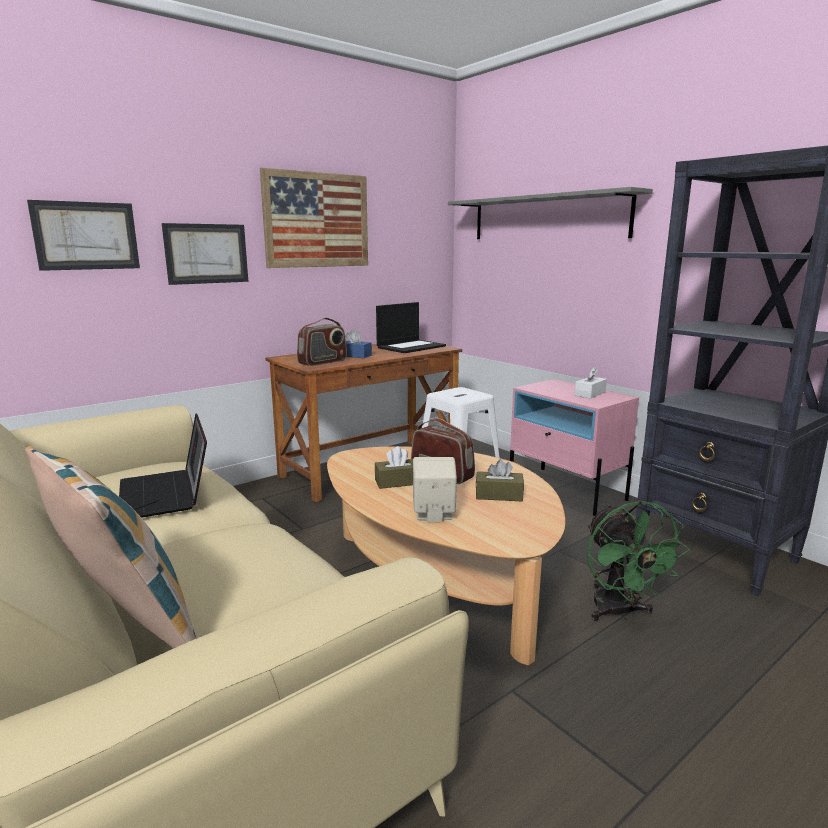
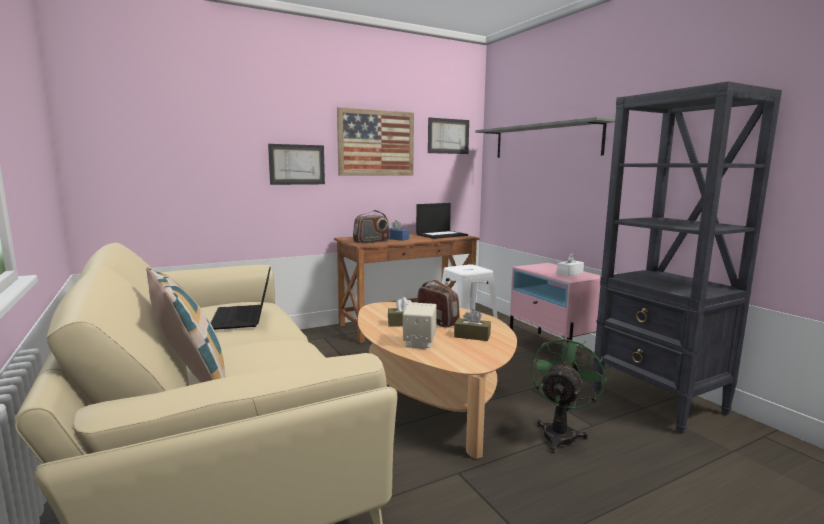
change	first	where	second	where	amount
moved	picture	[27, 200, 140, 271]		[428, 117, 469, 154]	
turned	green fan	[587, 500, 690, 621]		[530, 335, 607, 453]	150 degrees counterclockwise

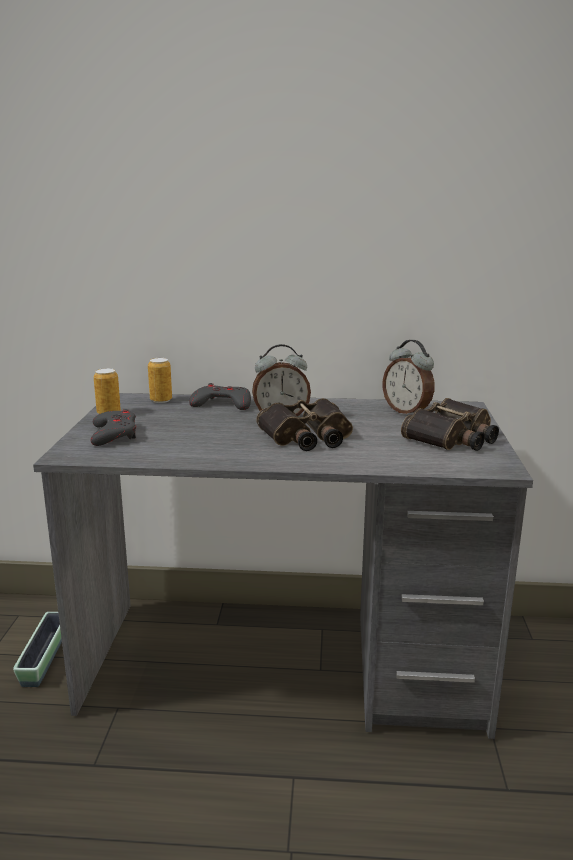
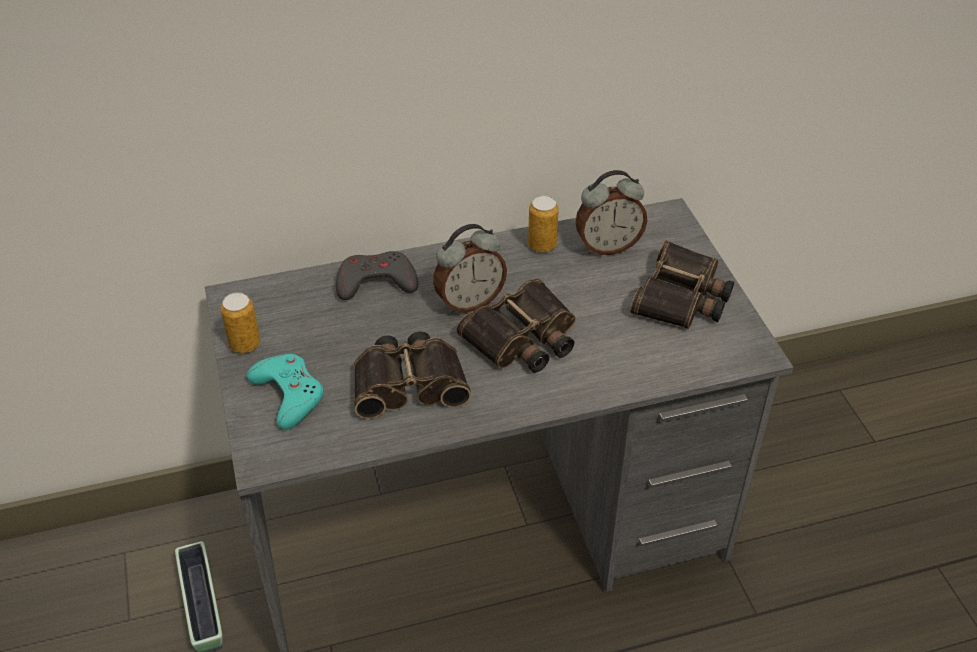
change	first	where	second	where	amount
added			binoculars	[354, 331, 471, 419]	
moved	can	[148, 358, 172, 403]		[528, 195, 559, 252]	
recoloured	grey game controller	[90, 409, 136, 446]	turquoise game controller	[247, 354, 323, 430]	
turned	alarm clock	[383, 340, 435, 414]		[575, 170, 647, 255]	45 degrees counterclockwise

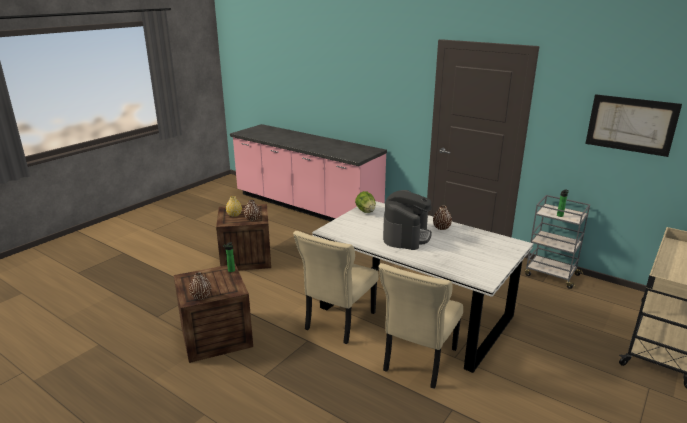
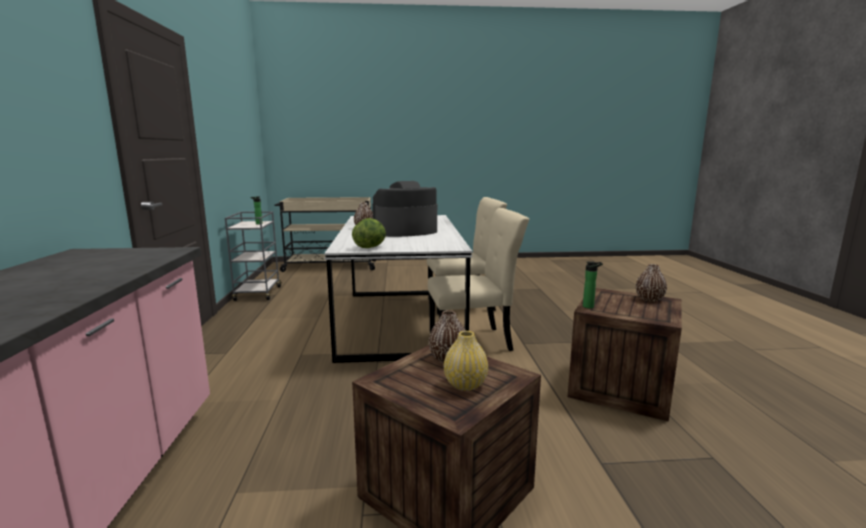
change	first	where	second	where	amount
removed	picture	[585, 94, 682, 157]			

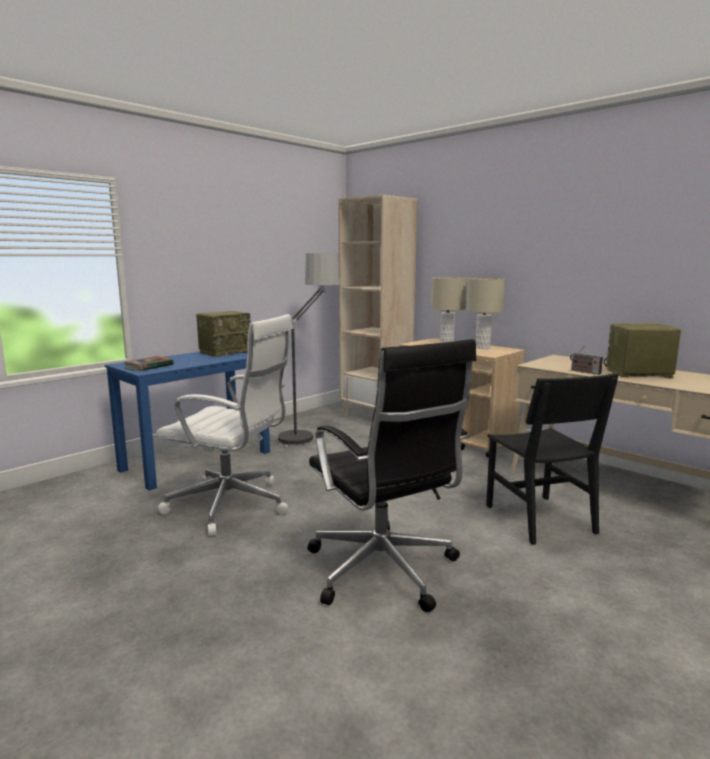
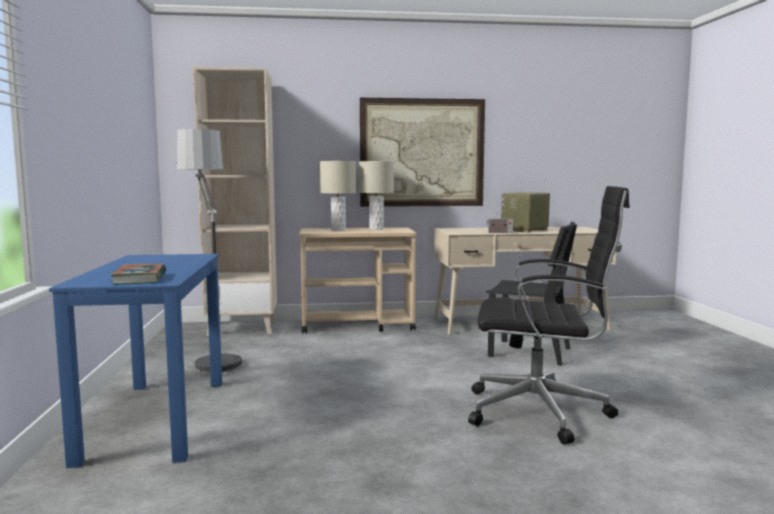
change	first	where	second	where	amount
removed	white office chair	[156, 314, 292, 536]			
removed	radio	[196, 311, 251, 357]			
added			picture	[360, 98, 485, 207]	

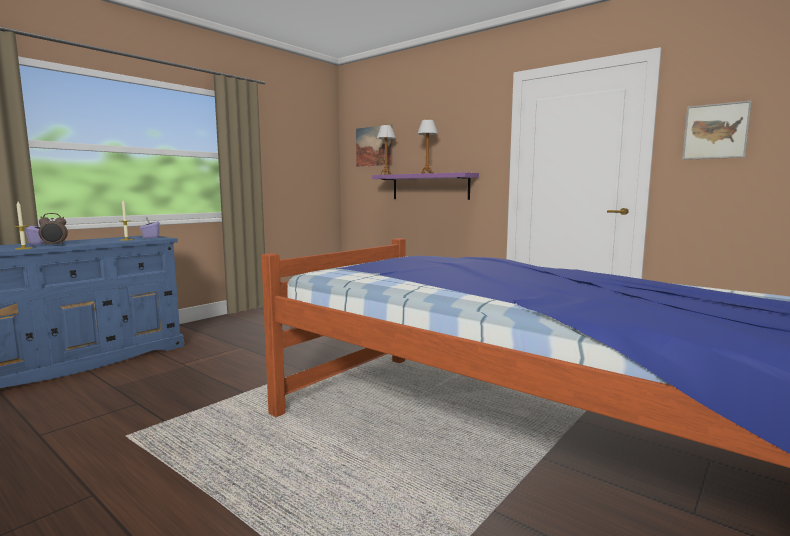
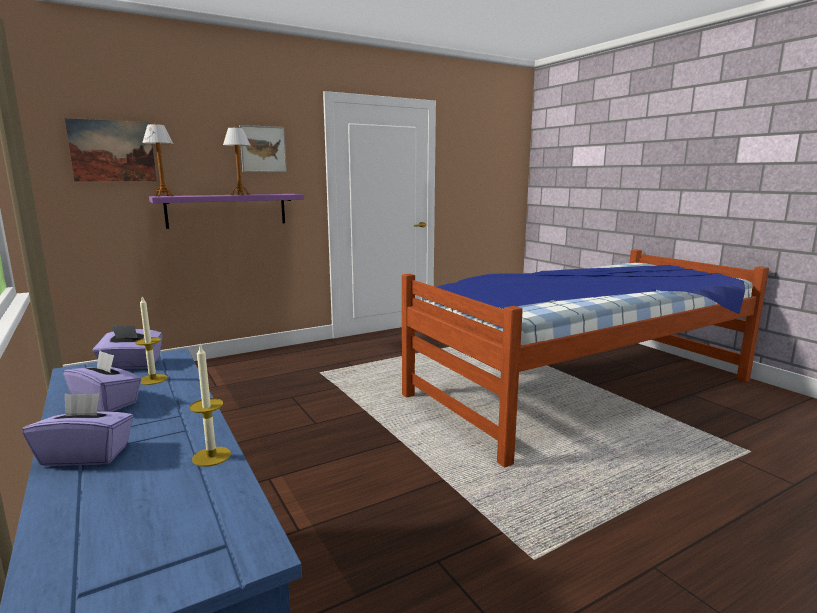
change	first	where	second	where	amount
removed	alarm clock	[39, 213, 68, 246]			
added			purple tissue box	[63, 351, 142, 412]	
moved	picture	[682, 100, 752, 160]		[239, 125, 287, 172]	

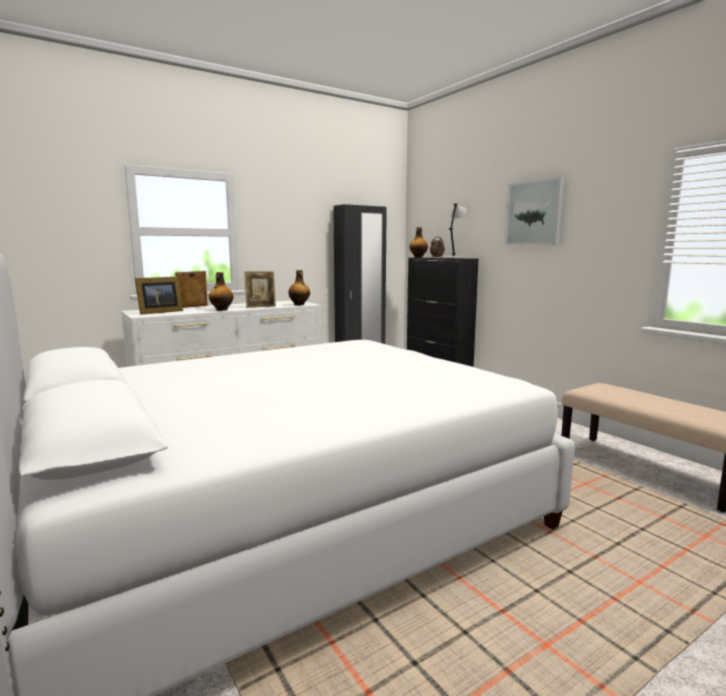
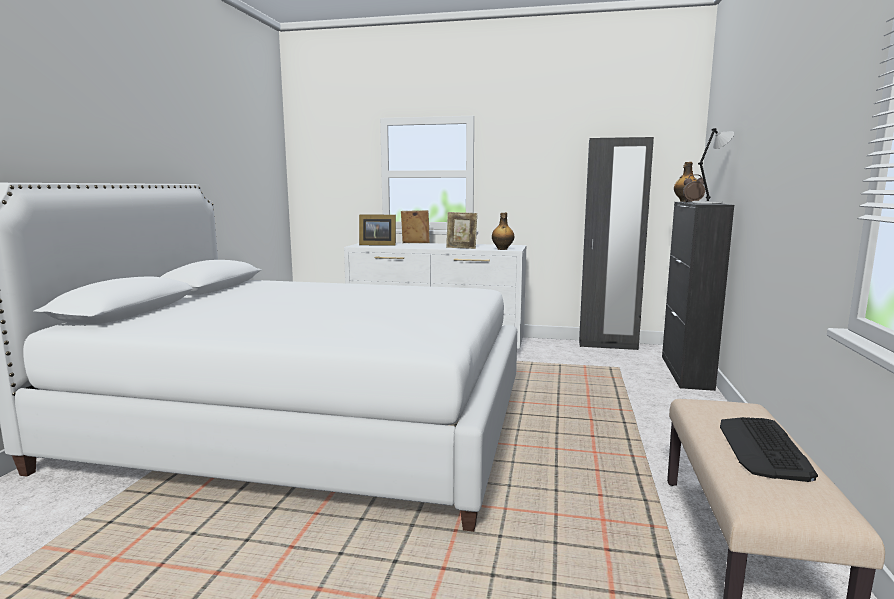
change	first	where	second	where	amount
removed	bottle	[209, 272, 233, 311]			
removed	picture	[505, 177, 564, 245]			
added			keyboard	[720, 417, 818, 482]	

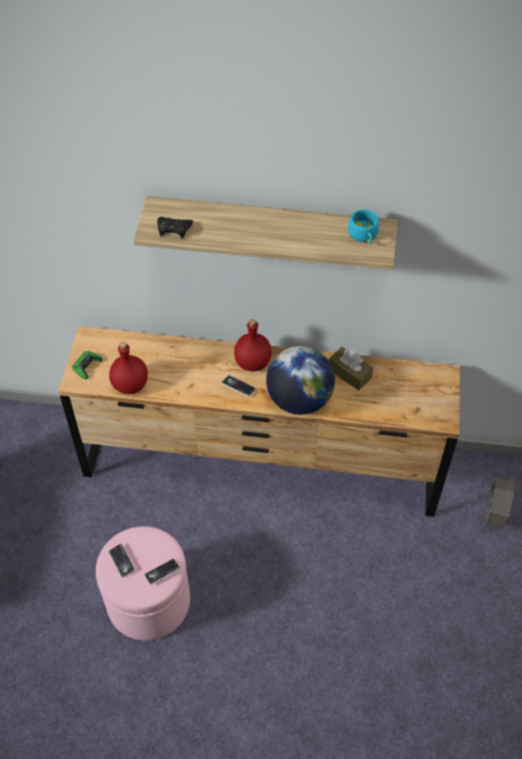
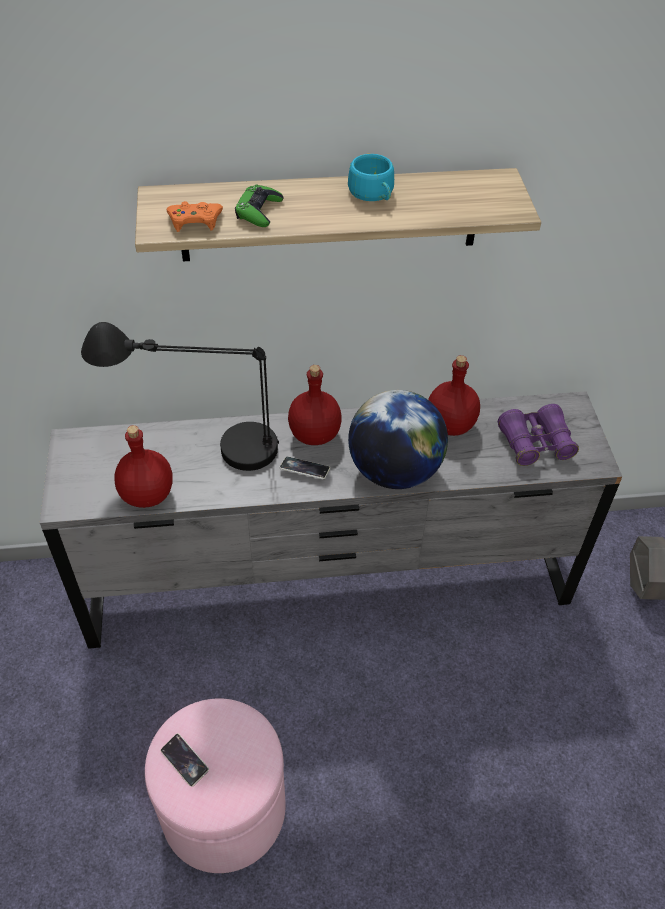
change	first	where	second	where	amount
removed	phone	[144, 559, 180, 585]			
added			black table lamp	[81, 322, 279, 471]	
added			purple binoculars	[498, 404, 579, 466]	
moved	green game controller	[72, 351, 103, 379]		[235, 185, 284, 227]	
moved	turquoise cup	[348, 209, 379, 244]		[348, 154, 394, 201]	
replaced	brown tissue box	[329, 347, 373, 390]	red bottle	[428, 355, 480, 436]	
recoloured	brown dresser	[59, 326, 460, 517]	grey dresser	[40, 391, 622, 649]	
recoloured	black game controller	[157, 217, 193, 239]	orange game controller	[167, 201, 223, 232]	

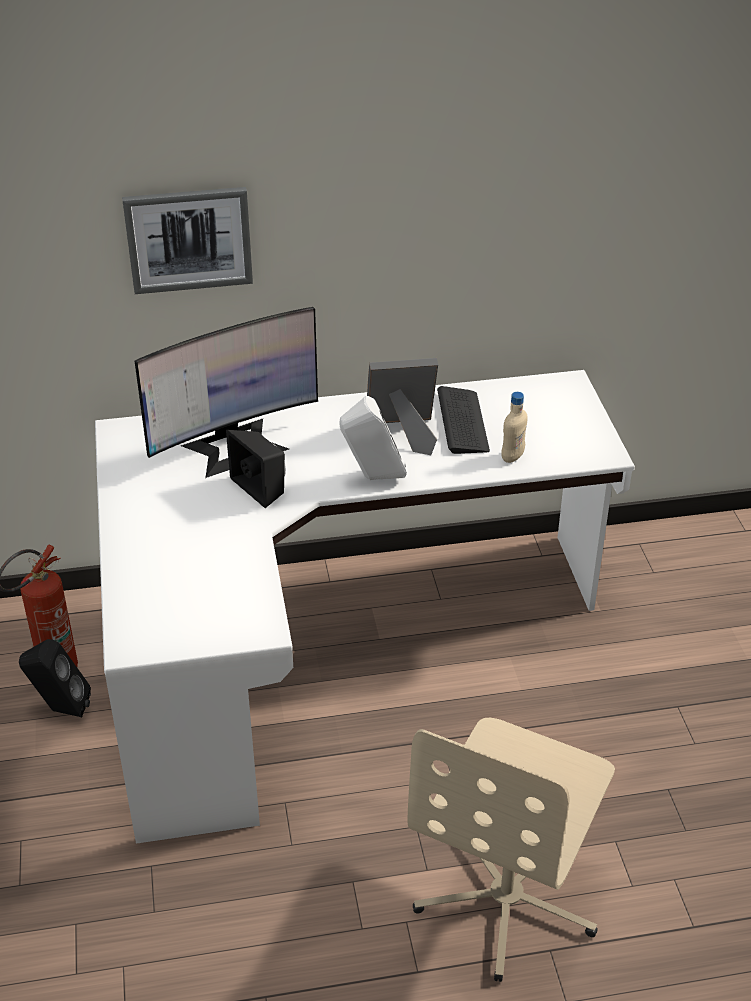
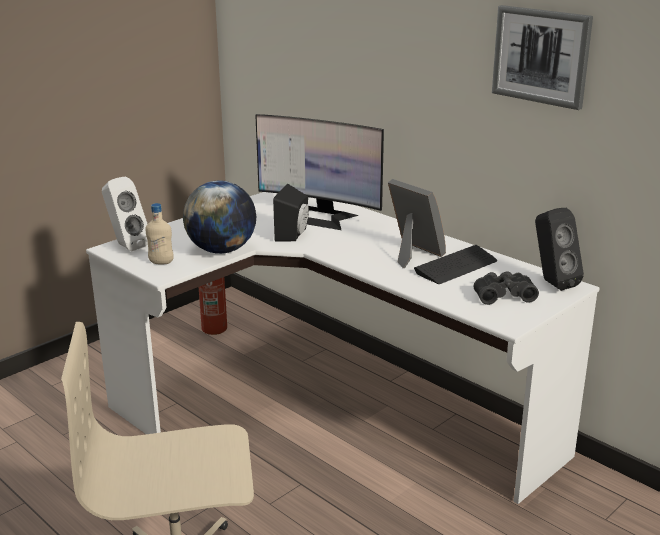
change	first	where	second	where	amount
added			globe	[183, 181, 256, 254]	
added			black binoculars	[474, 271, 539, 305]	
moved	black speaker	[19, 639, 91, 717]		[535, 208, 584, 291]	
moved	picture	[122, 187, 253, 294]		[492, 5, 593, 110]	
moved	white speaker	[339, 396, 407, 480]		[102, 176, 148, 251]	
moved	beige bottle	[501, 392, 528, 463]		[145, 203, 174, 264]	

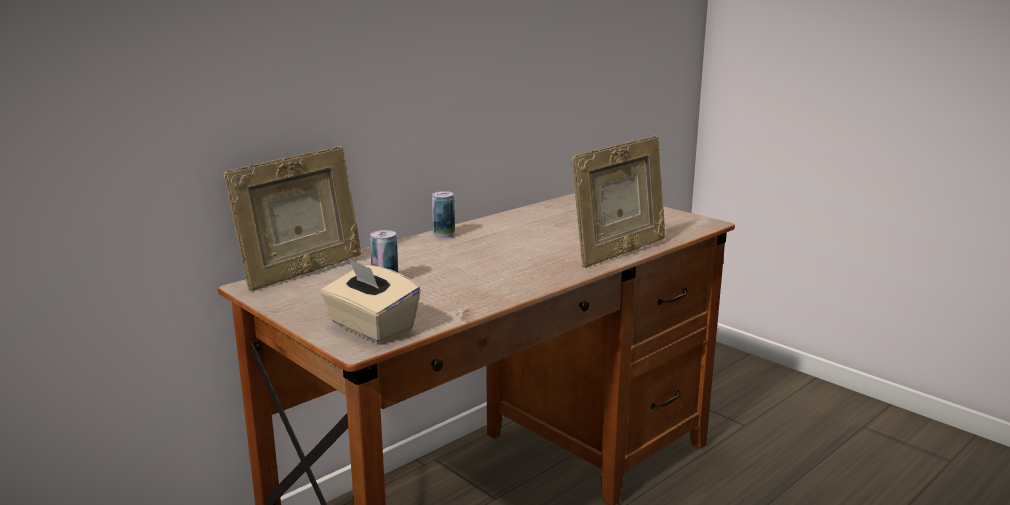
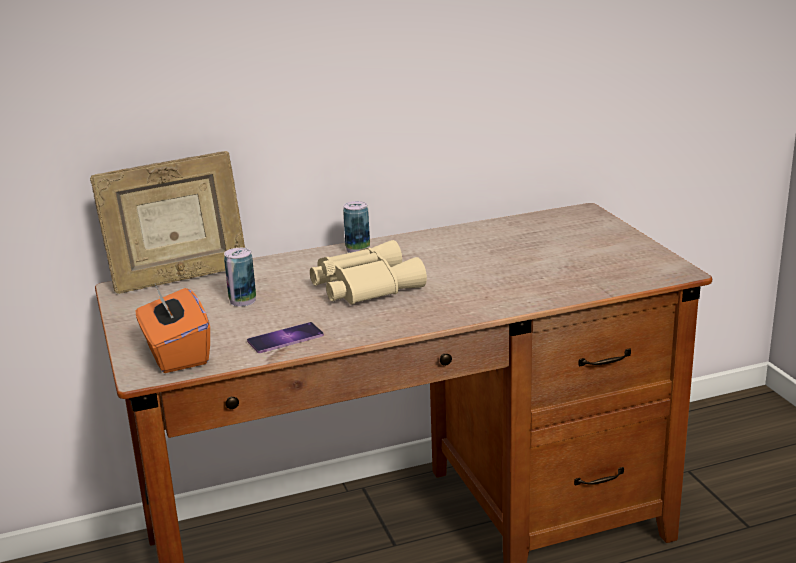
change	first	where	second	where	amount
removed	picture frame	[572, 135, 665, 268]			
added			phone	[247, 322, 324, 353]	
added			beige binoculars	[310, 240, 427, 305]	
recoloured	beige tissue box	[321, 258, 421, 343]	orange tissue box	[135, 284, 210, 373]	

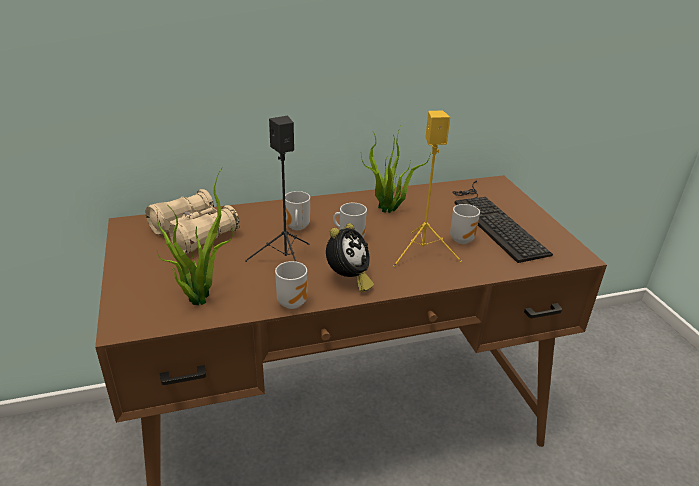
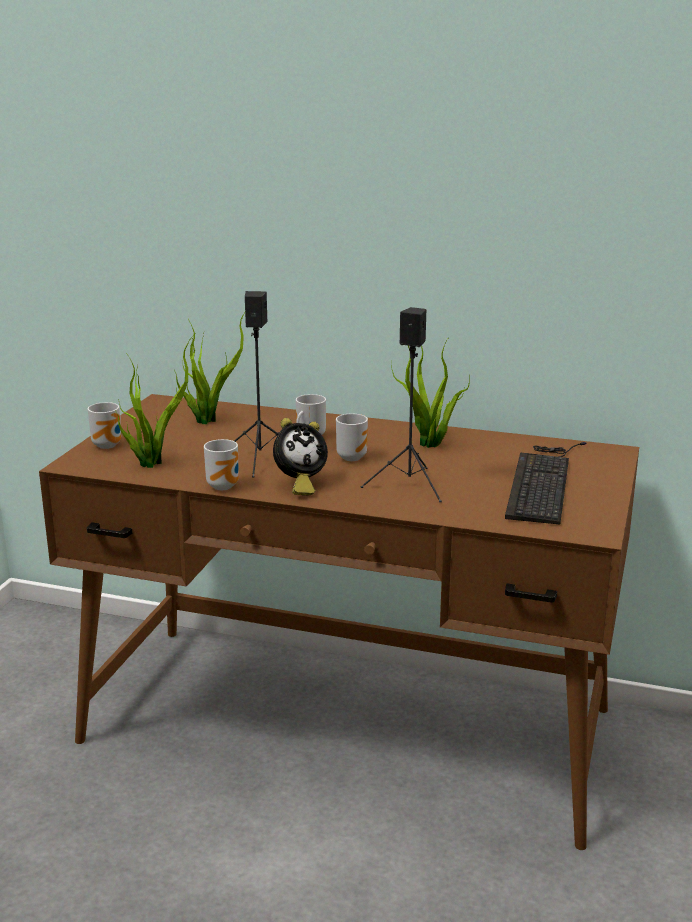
change	first	where	second	where	amount
moved	mug	[450, 204, 480, 244]		[88, 402, 121, 449]	
replaced	beige binoculars	[145, 189, 240, 254]	potted plant	[174, 312, 245, 424]	
recoloured	yellow speaker	[393, 110, 462, 267]	black speaker	[361, 307, 442, 502]	

